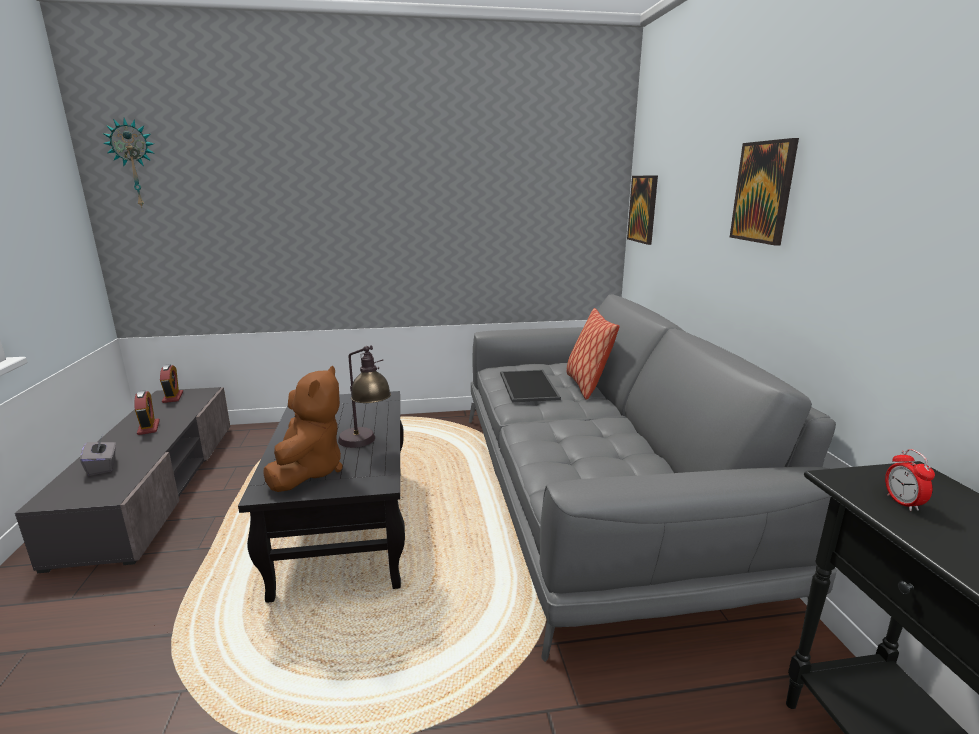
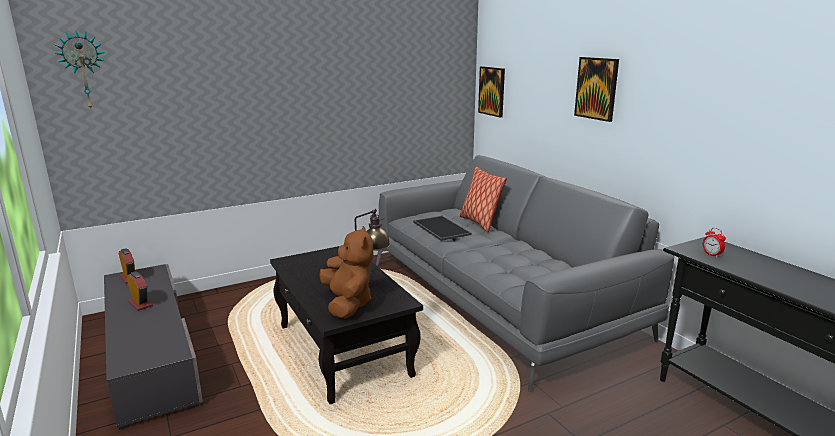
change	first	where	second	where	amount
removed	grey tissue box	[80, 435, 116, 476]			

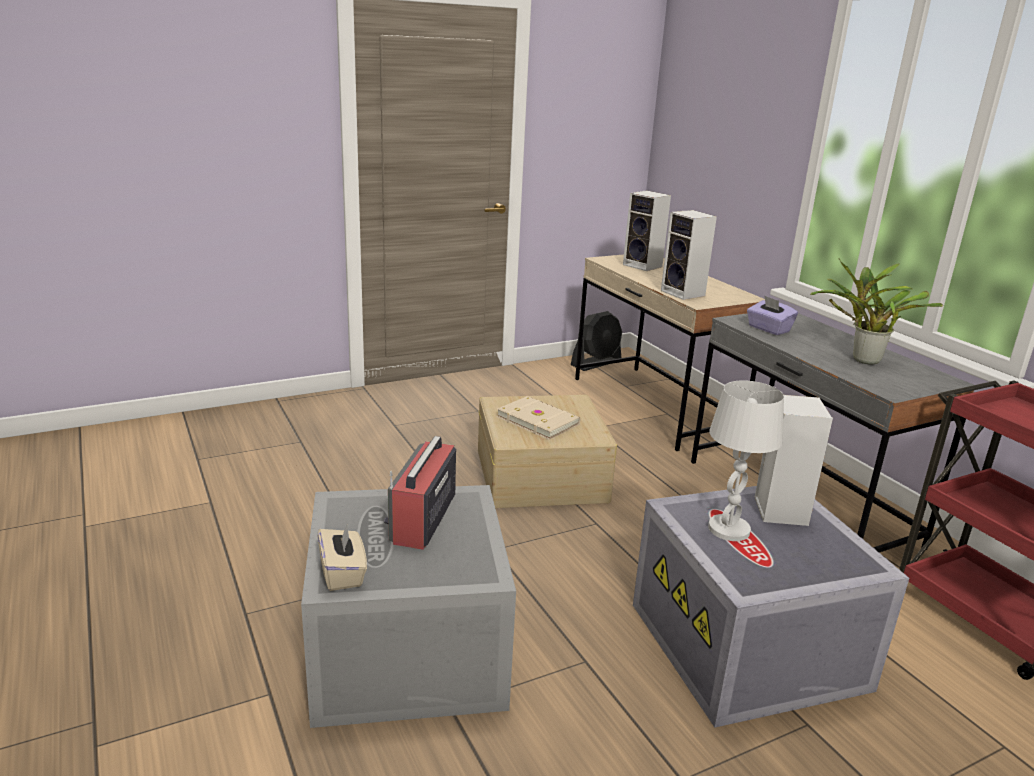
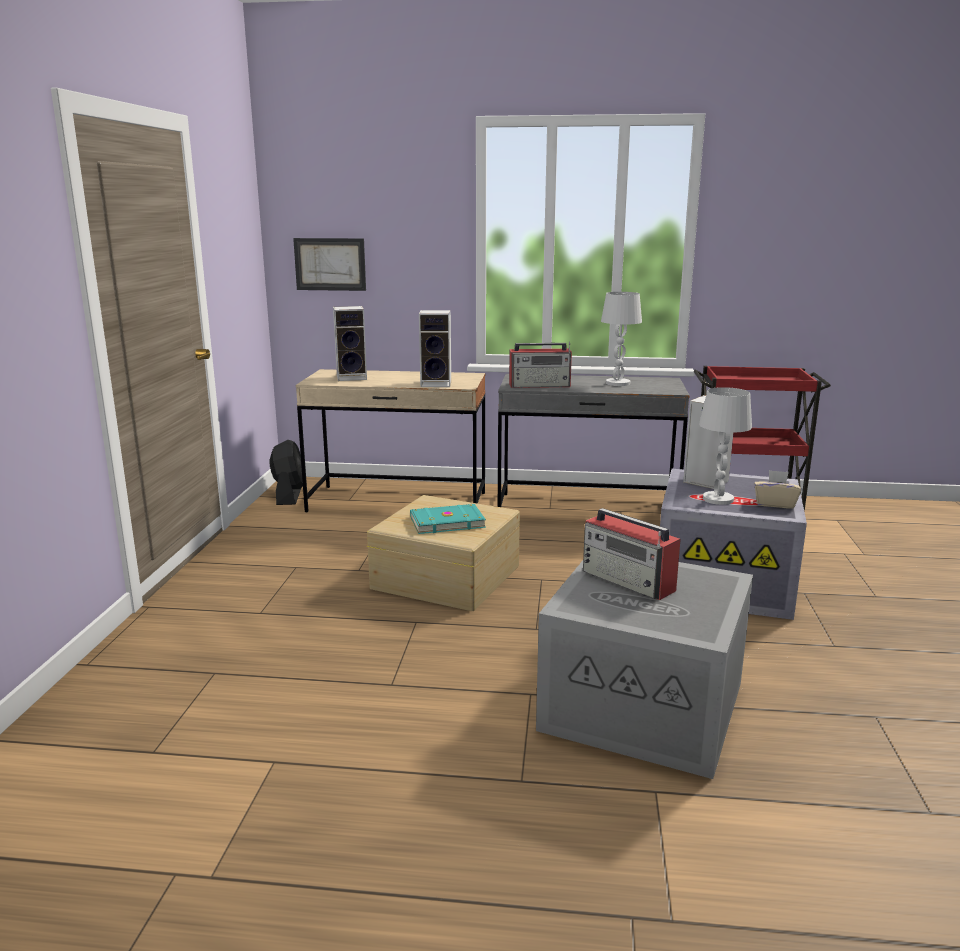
change	first	where	second	where	amount
added			picture	[293, 238, 366, 291]	
moved	beige tissue box	[318, 522, 367, 591]		[754, 470, 801, 509]	
replaced	purple tissue box	[747, 295, 798, 335]	radio	[509, 342, 572, 388]	
replaced	potted plant	[810, 259, 943, 365]	white table lamp	[601, 292, 642, 386]	
recoloured	beige book	[496, 396, 580, 440]	turquoise book	[410, 504, 486, 534]	

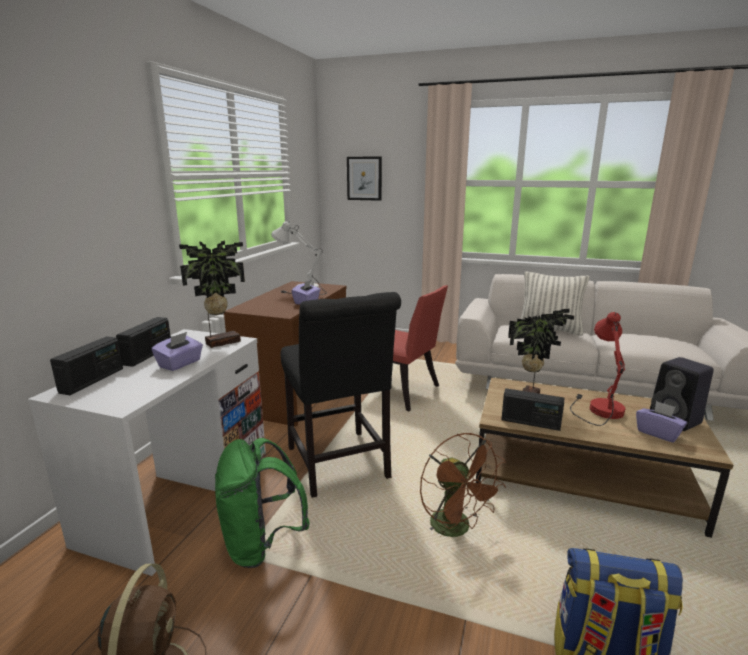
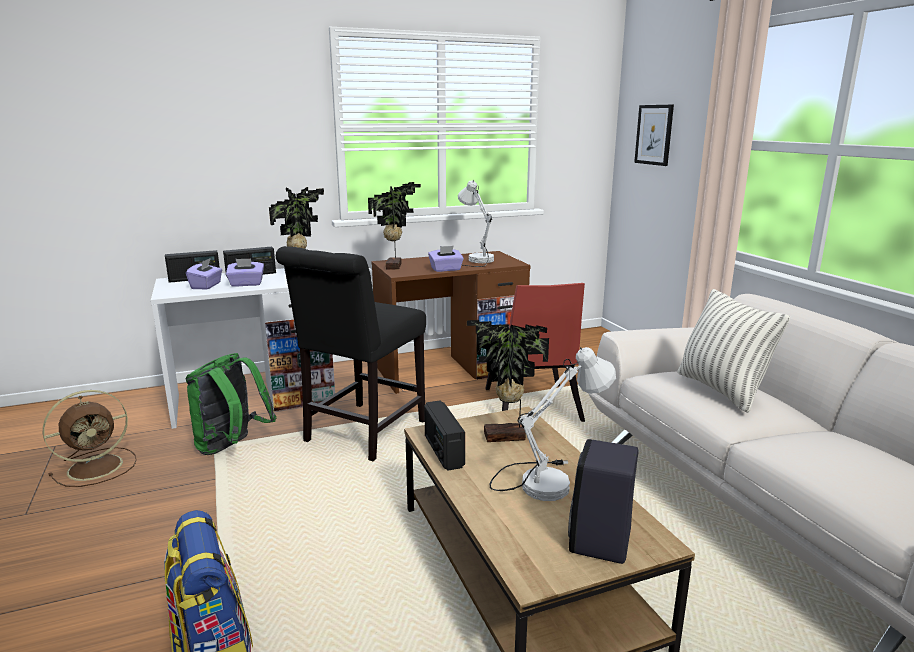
change	first	where	second	where	amount
removed	brown fan	[420, 433, 506, 537]			
added			potted plant	[368, 182, 421, 269]	
moved	purple tissue box	[636, 401, 687, 443]		[186, 258, 222, 289]	
recoloured	red table lamp	[570, 312, 626, 426]	white table lamp	[489, 347, 616, 501]	

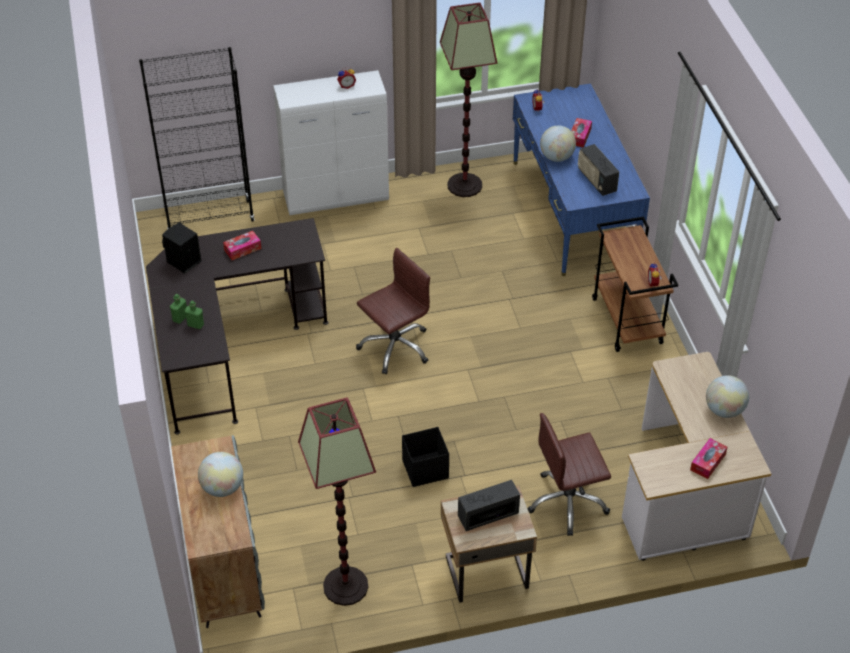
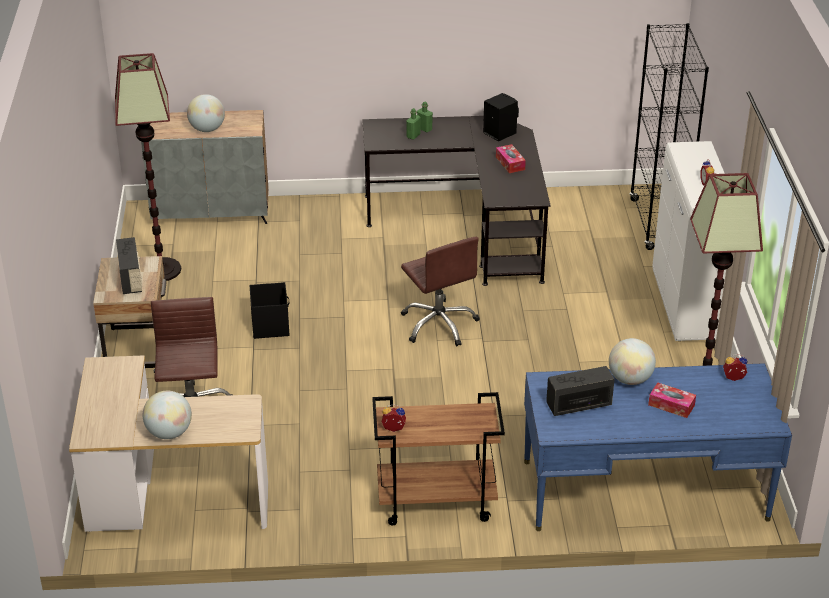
change	first	where	second	where	amount
removed	tissue box	[690, 438, 727, 479]			

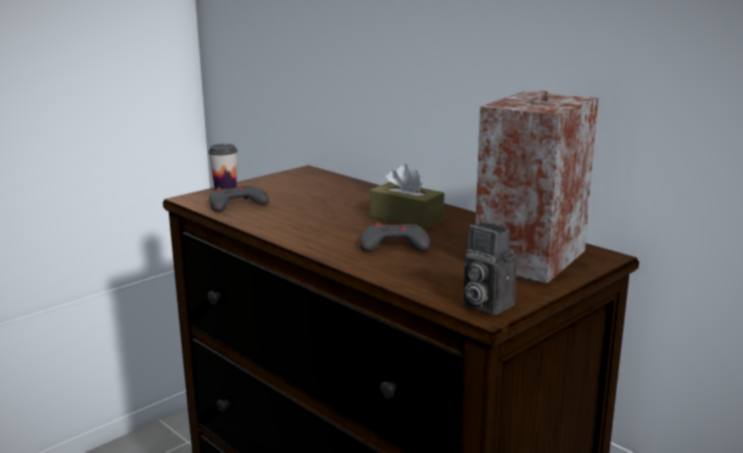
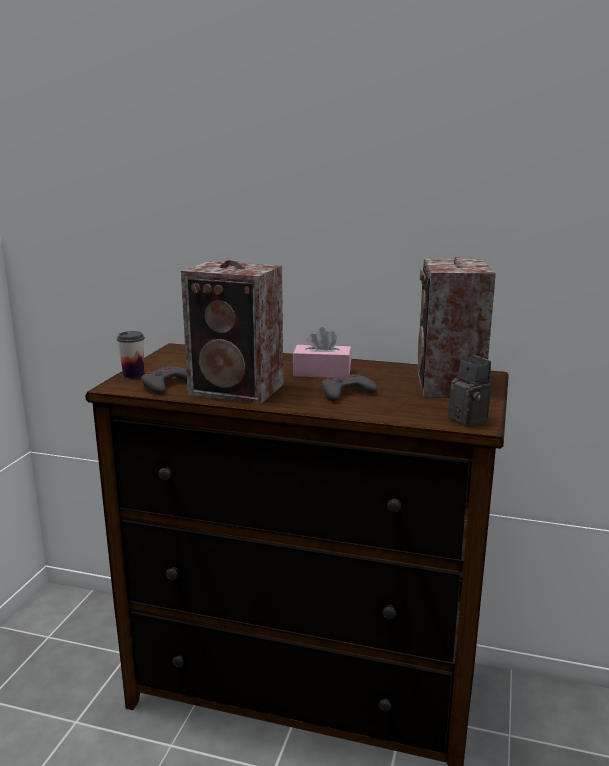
change	first	where	second	where	amount
added			speaker	[181, 260, 283, 404]	
recoloured	brown tissue box	[370, 164, 444, 230]	pink tissue box	[293, 327, 351, 378]	
turned	photo camera	[464, 223, 517, 316]		[448, 355, 491, 428]	135 degrees counterclockwise

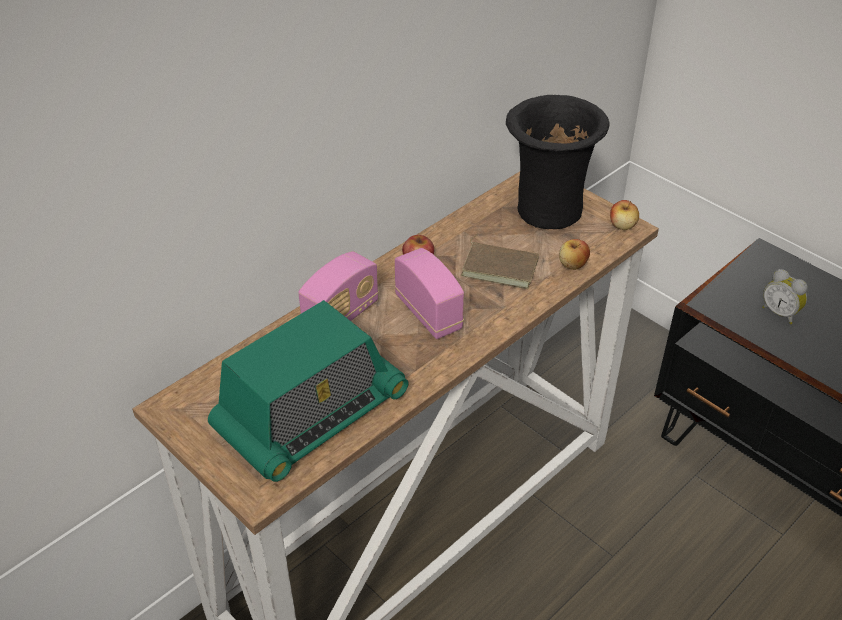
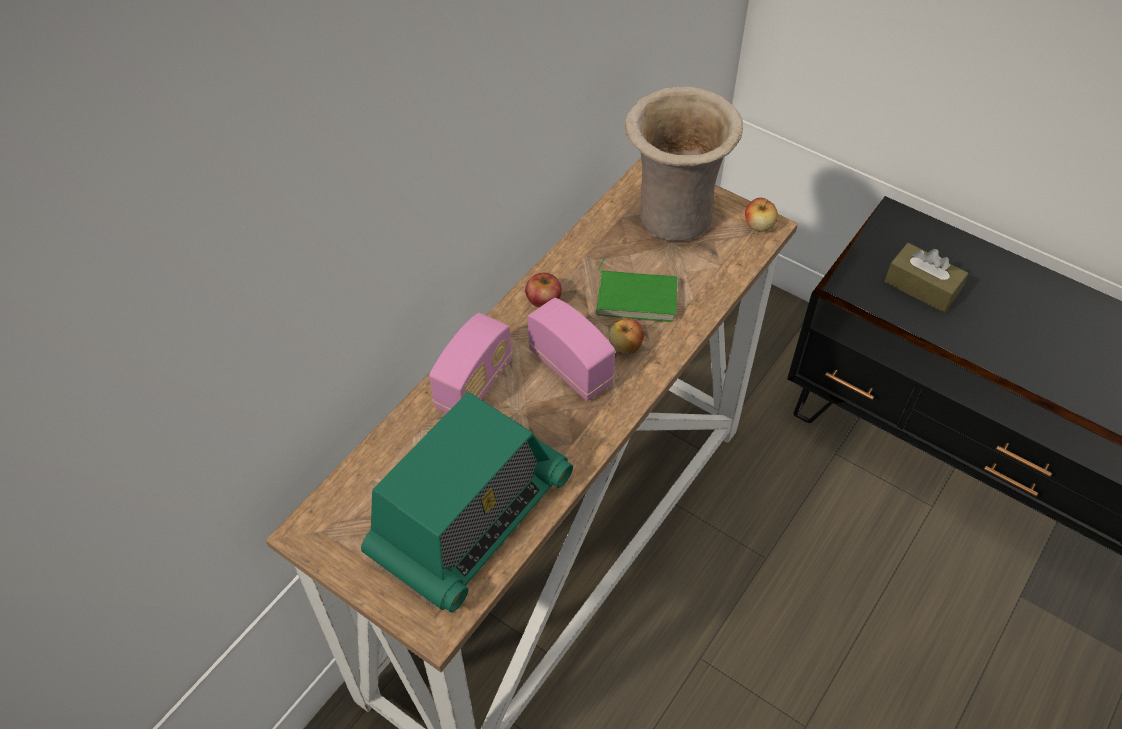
change	first	where	second	where	amount
moved	apple	[559, 239, 590, 270]		[609, 319, 644, 355]	
replaced	alarm clock	[762, 269, 807, 324]	brown tissue box	[885, 243, 969, 313]	
recoloured	brown book	[461, 234, 539, 289]	green book	[596, 258, 677, 322]	
recoloured	black vase	[506, 95, 610, 229]	beige vase	[625, 87, 743, 241]	

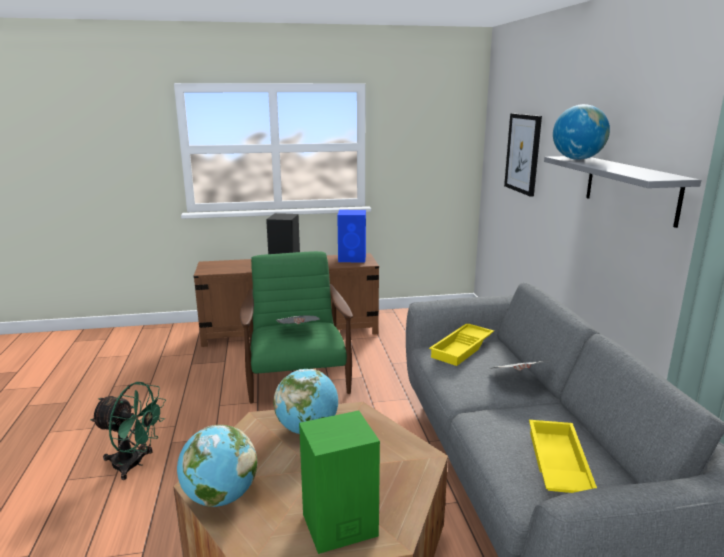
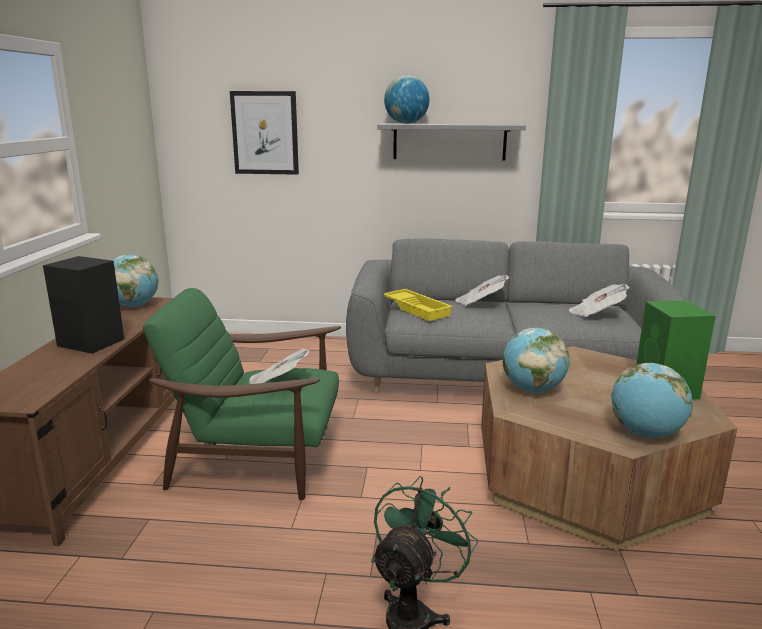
change	first	where	second	where	amount
replaced	blue speaker	[337, 210, 366, 263]	globe	[112, 254, 158, 307]	
replaced	yellow tray	[529, 420, 597, 493]	newspaper	[569, 284, 630, 317]	

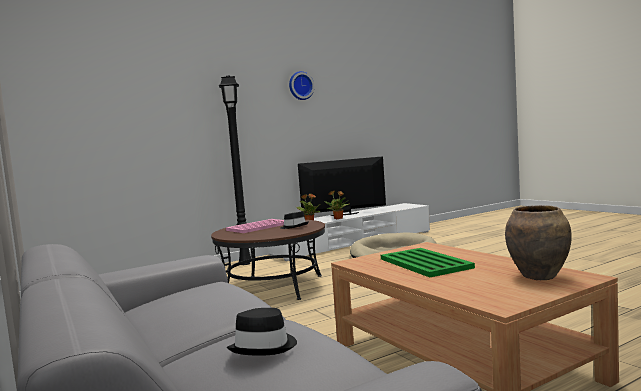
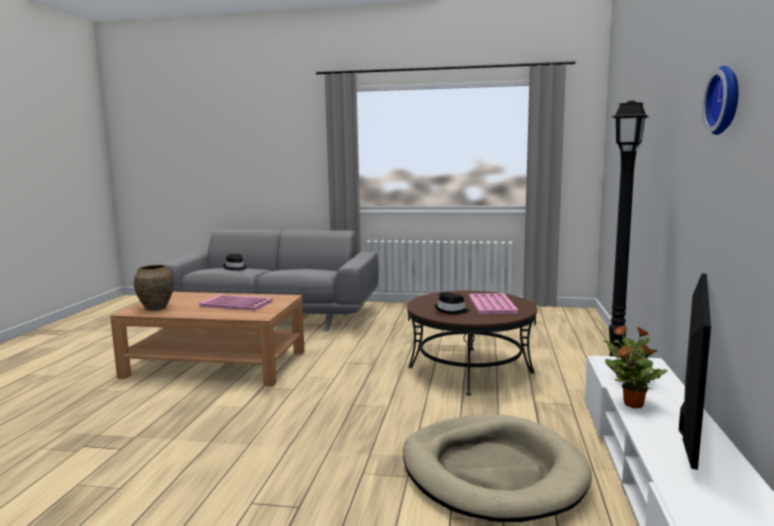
change	first	where	second	where	amount
recoloured	green tray	[381, 248, 475, 277]	pink tray	[199, 295, 273, 311]	

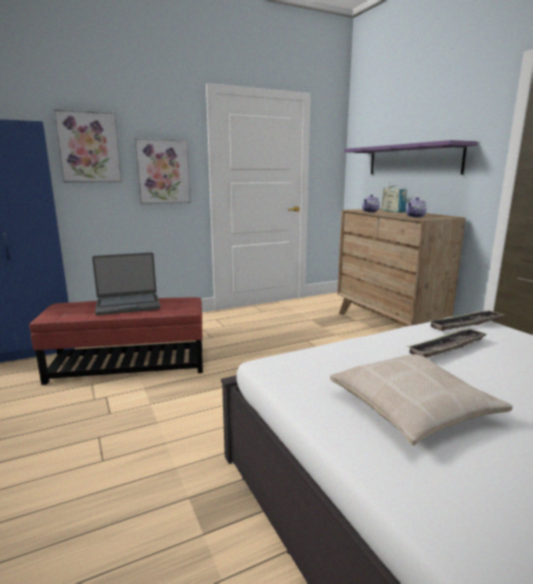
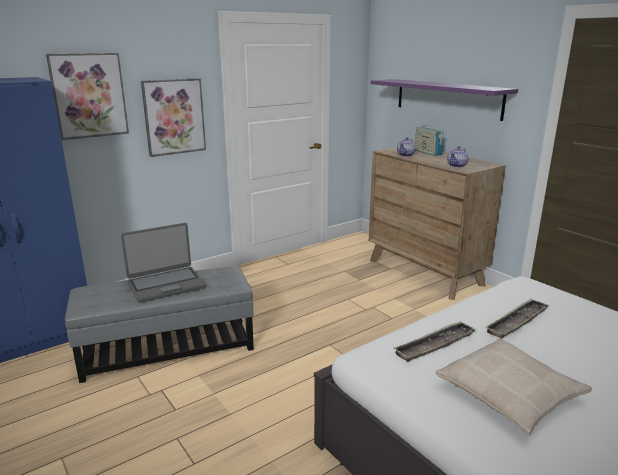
change	first	where	second	where	amount
moved	tray	[430, 310, 503, 331]		[394, 321, 476, 362]	
recoloured	red ottoman	[29, 297, 203, 385]	grey ottoman	[65, 266, 254, 383]	

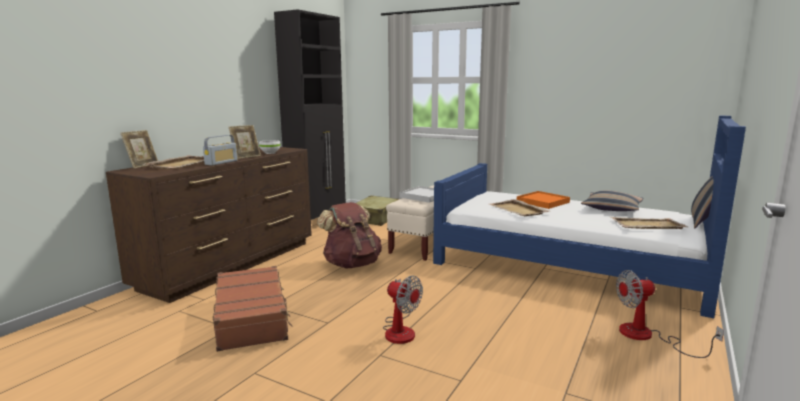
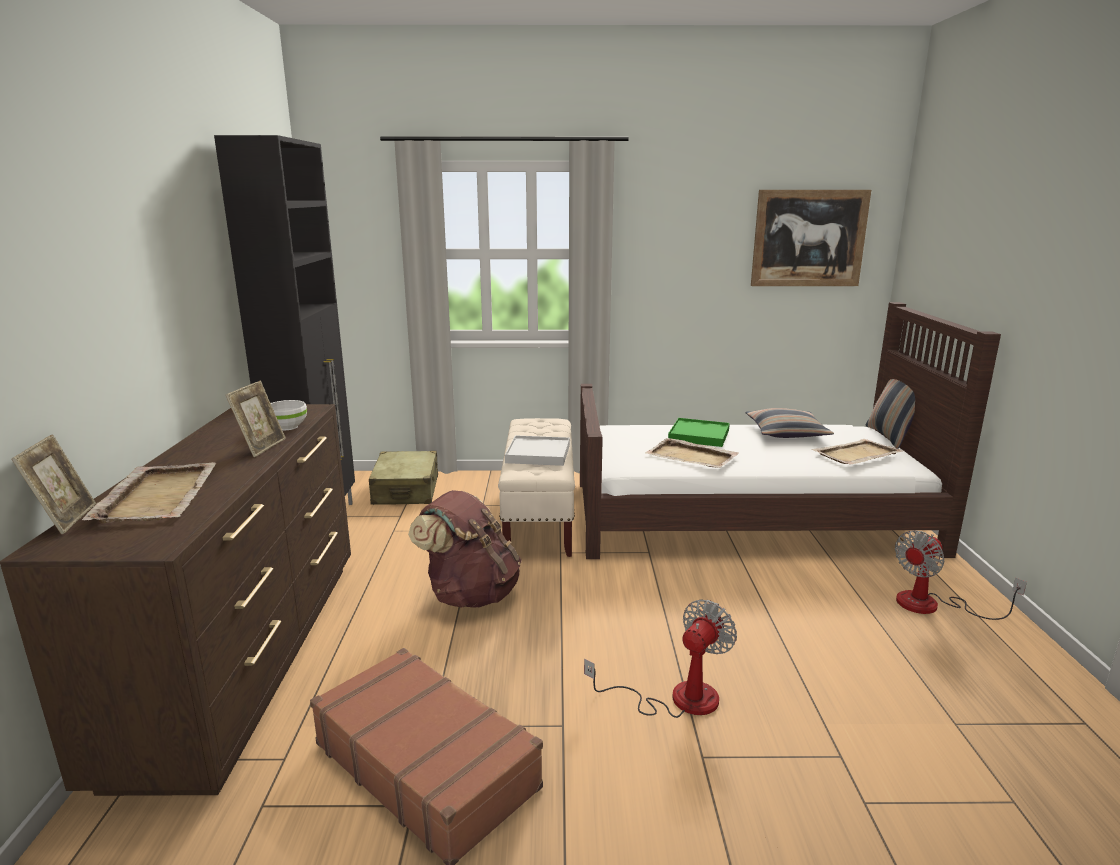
change	first	where	second	where	amount
removed	radio	[203, 135, 237, 166]			
added			picture	[751, 190, 871, 286]	
recoloured	blue bed	[433, 115, 746, 318]	brown bed	[580, 302, 1001, 559]	
recoloured	orange tray	[517, 191, 570, 209]	green tray	[668, 418, 730, 447]	
turned	fan	[383, 276, 423, 344]		[584, 599, 737, 718]	60 degrees counterclockwise

